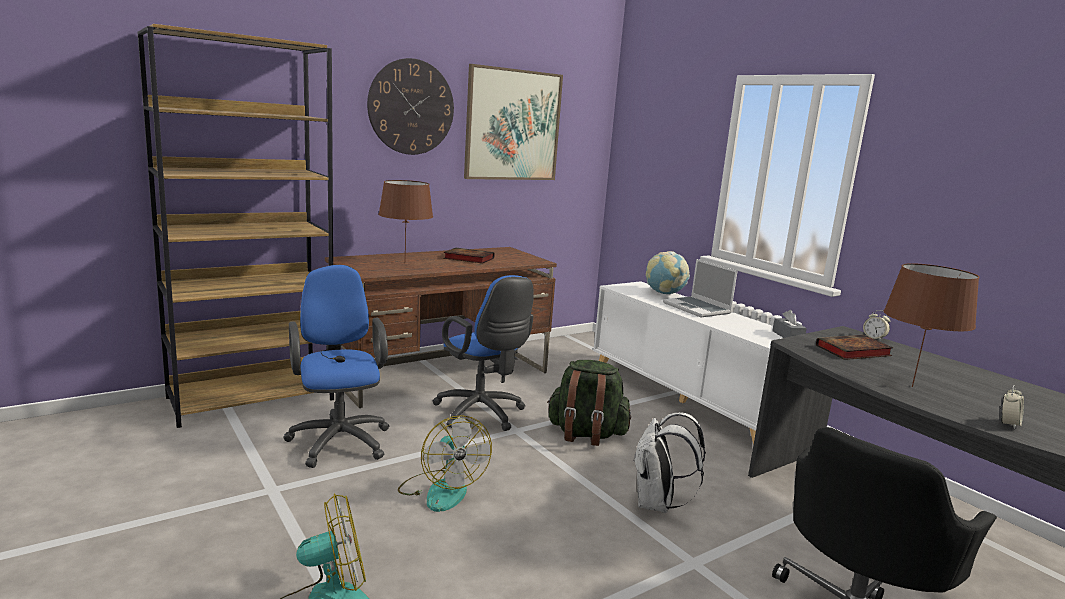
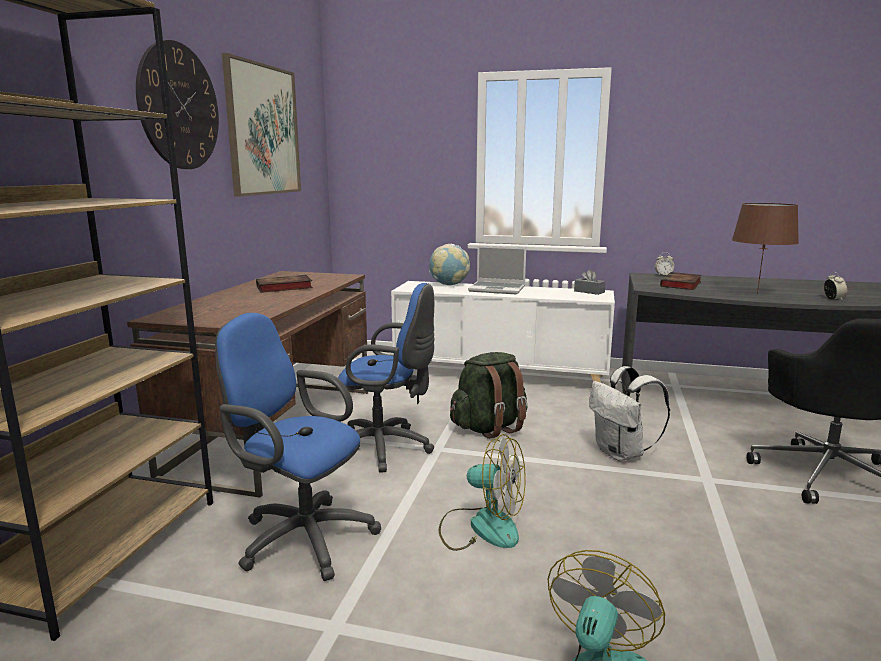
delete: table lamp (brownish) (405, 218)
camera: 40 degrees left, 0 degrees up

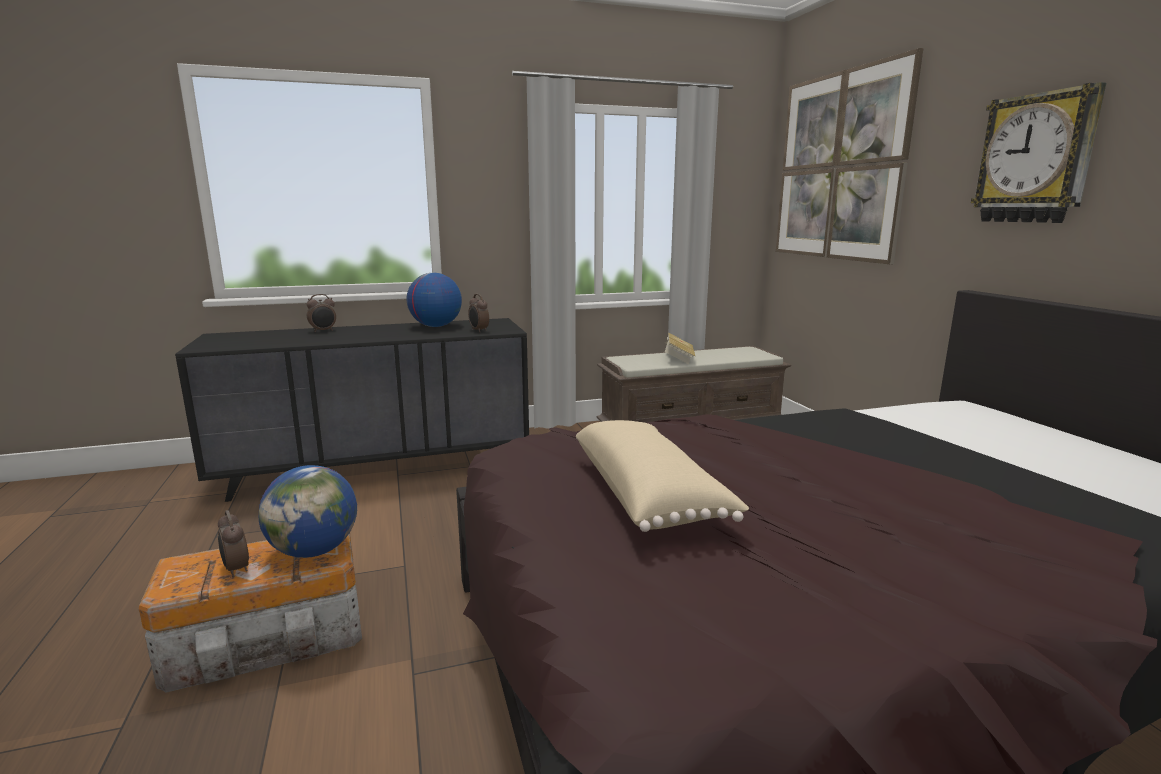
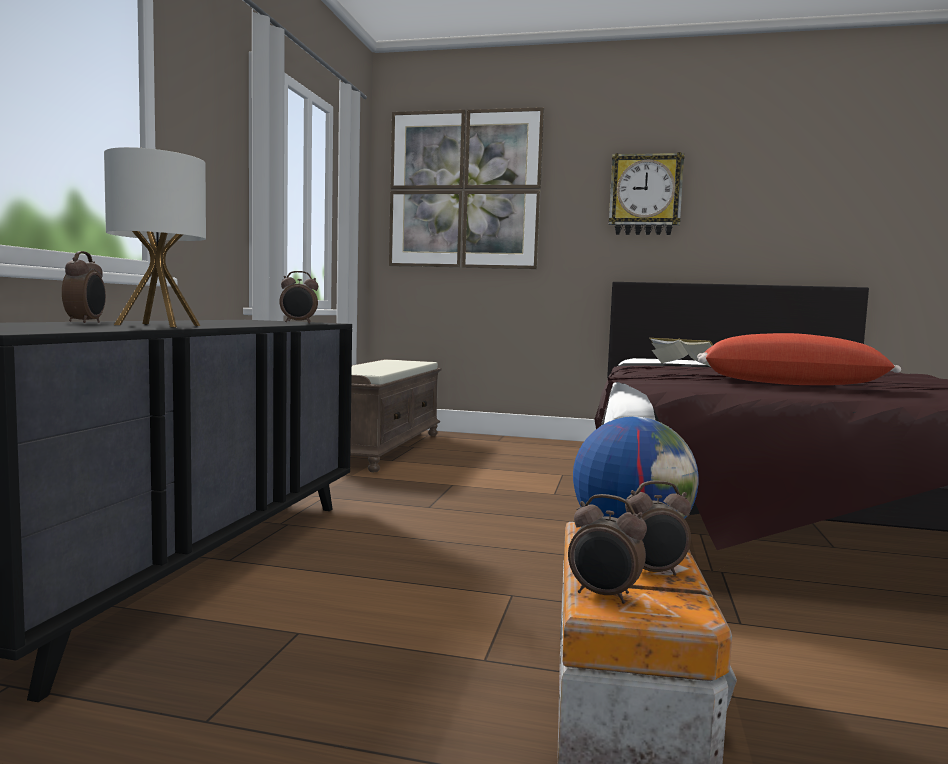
delete: world globe (434, 300)
insert: table lamp (155, 237); table clock (607, 549)
move: book (680, 348) to (681, 352)
recolor: pillow (beige-coloured) (662, 476) to pillow (red-coloured) (799, 359)
camera: 60 degrees left, 10 degrees down

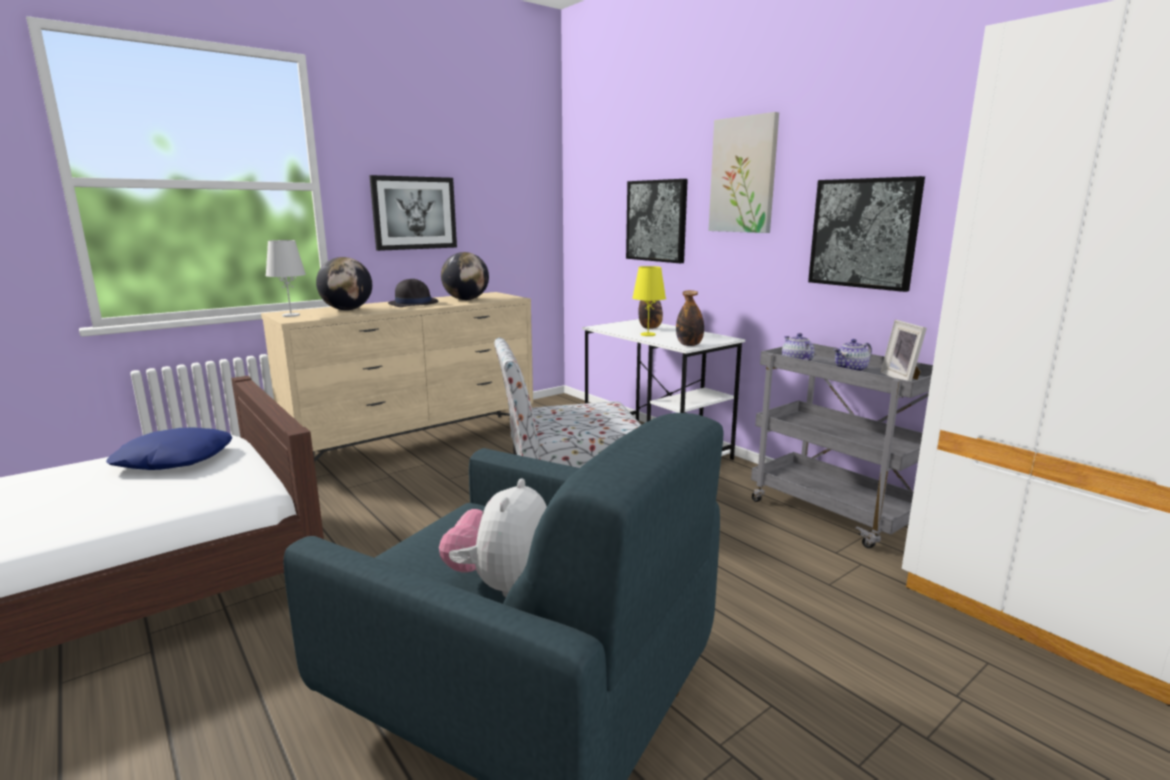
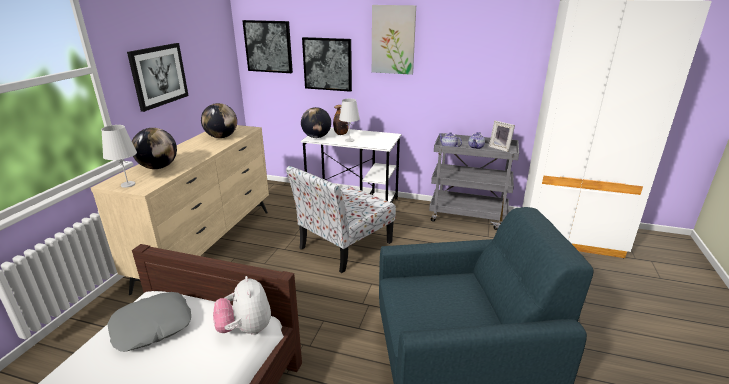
delete: wearable hat (black-coloured) (413, 293); bottle (690, 318)
insert: world globe (316, 122)
move: wall picture (866, 234) to (267, 46); soft toy (493, 538) to (242, 305)
recolor: table lamp (yellow-coloured) (649, 301) to table lamp (white) (349, 120); pillow (blue-coloured) (169, 449) to pillow (greyish) (149, 322)
camera: 35 degrees left, 10 degrees up

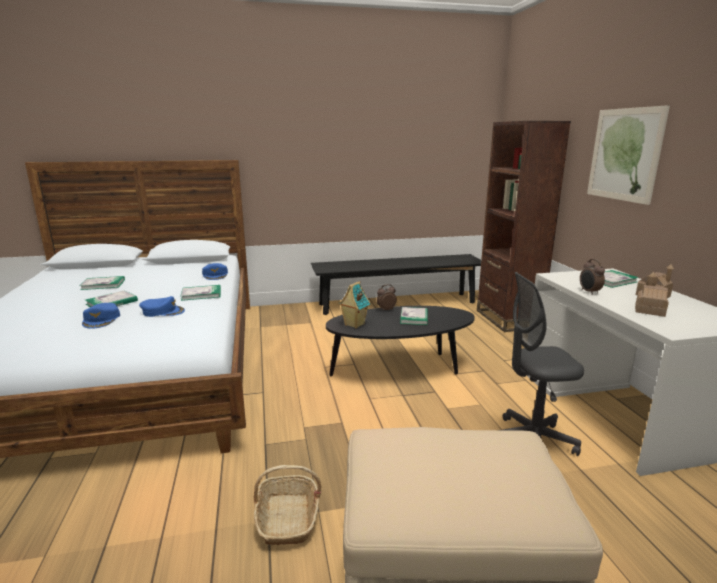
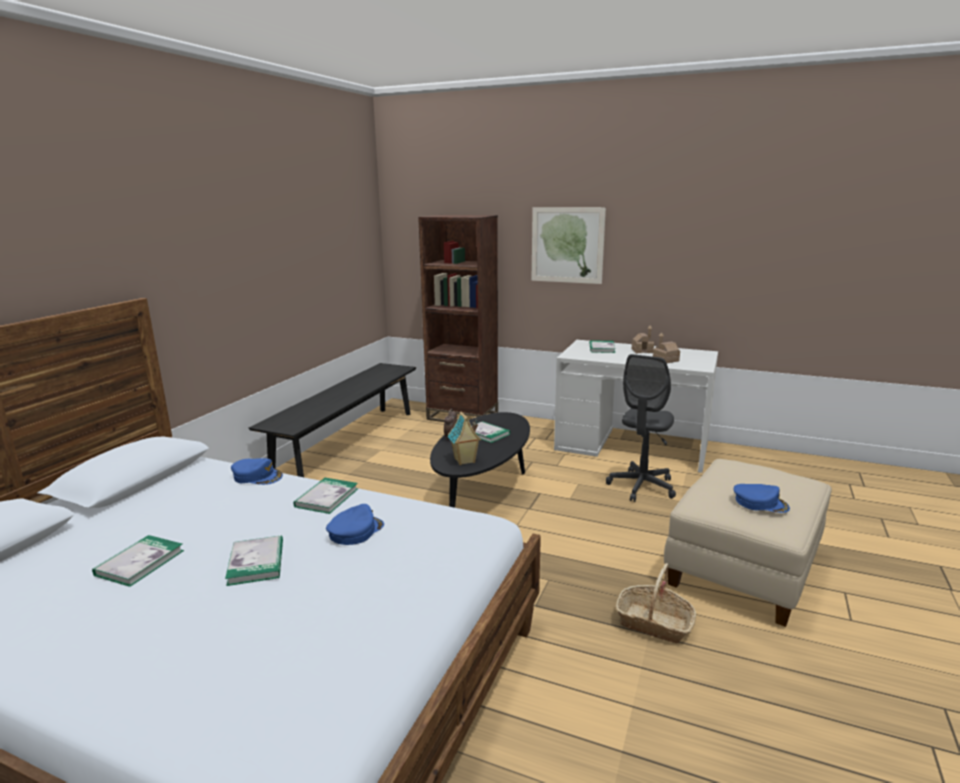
delete: table clock (592, 277)
move: cap (blue-coloured) (101, 316) to (762, 498)
camera: 55 degrees left, 0 degrees up

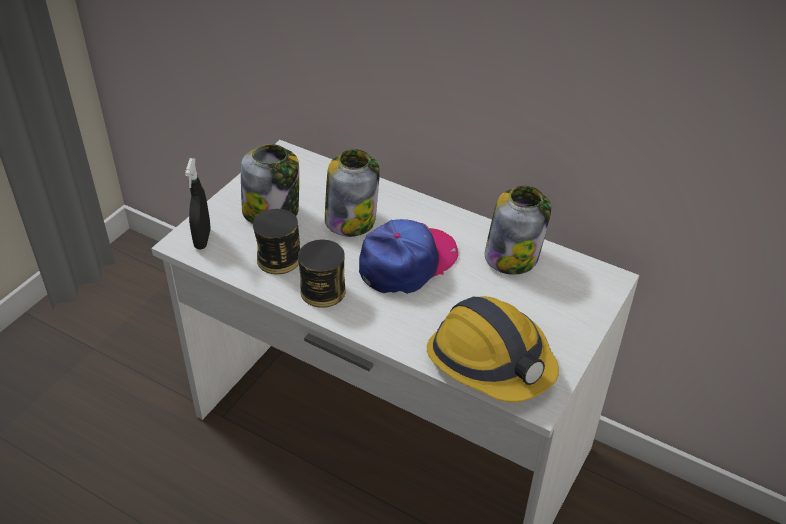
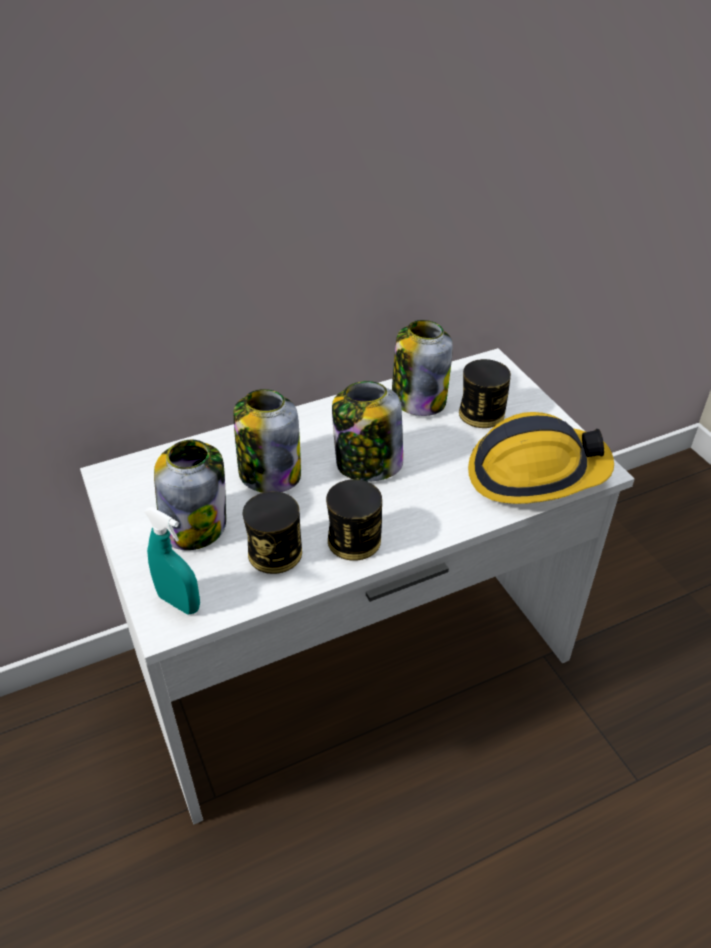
insert: metal can (485, 393)
replace: cap (408, 256) to preserve jar (367, 431)
recolor: spray bottle (black-coloured) (198, 203) to spray bottle (turquoise-coloured) (172, 561)
camera: 55 degrees left, 0 degrees up

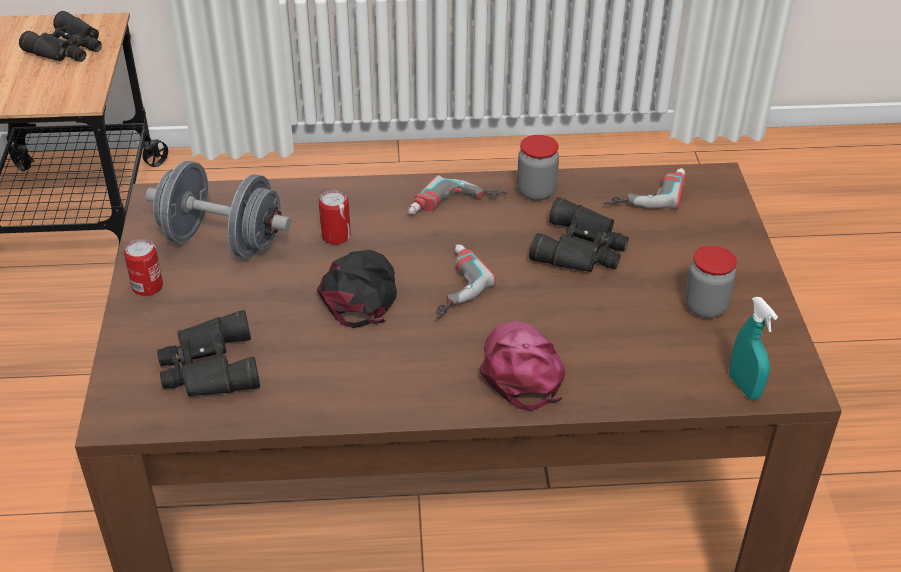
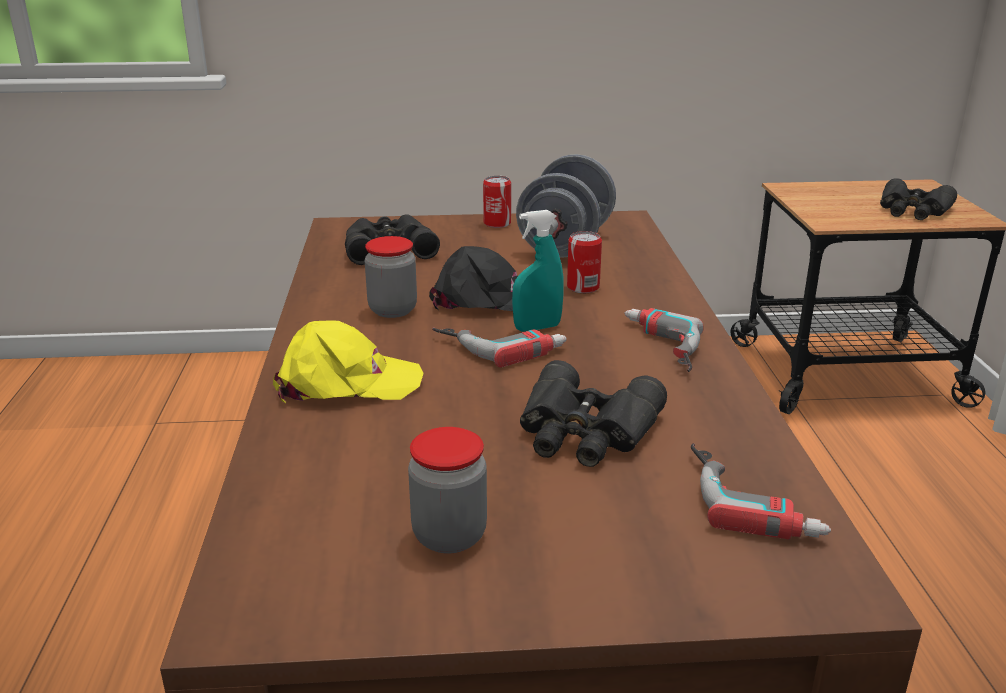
move: preserve jar (538, 168) to (391, 277); spray bottle (turquoise-coloured) (753, 348) to (538, 271)
recolor: cap (pinkish) (523, 366) to cap (yellow-coloured) (348, 361)
camera: 90 degrees right, 15 degrees down

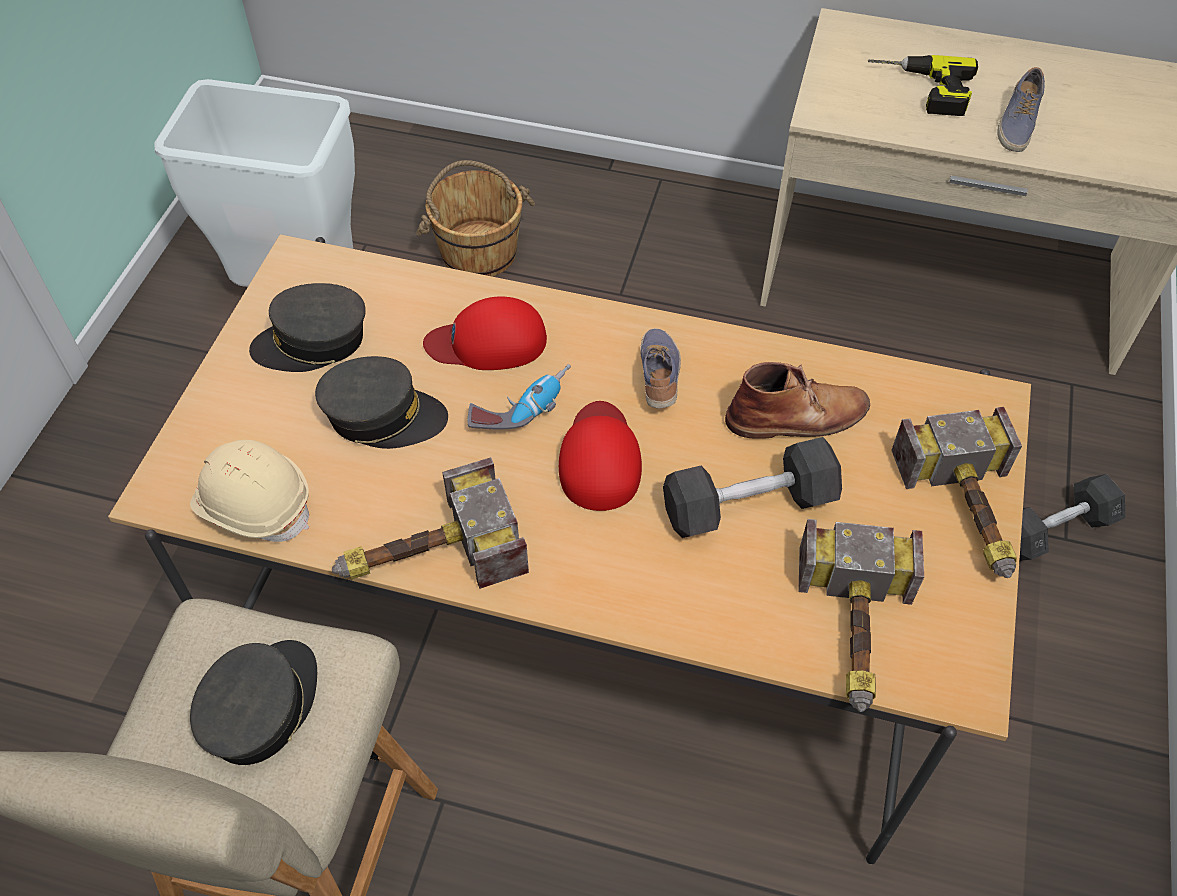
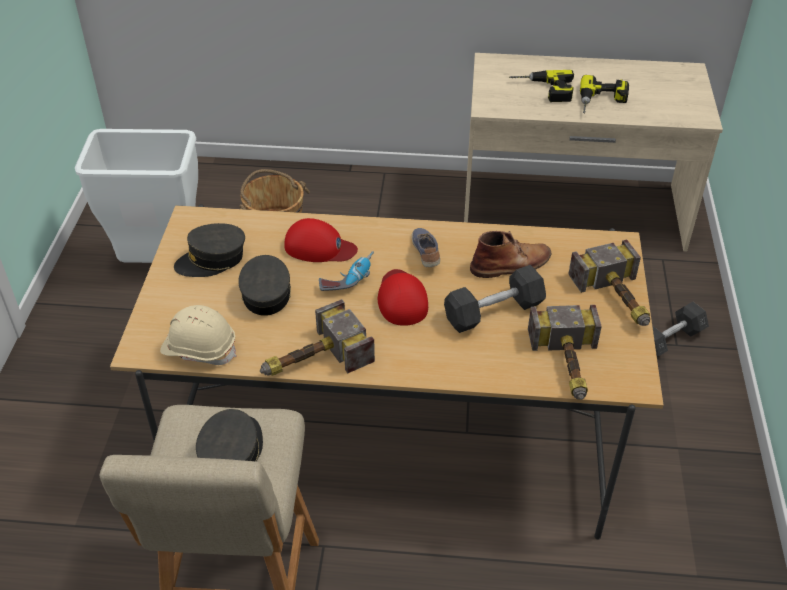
replace: item of footwear (1021, 109) to power drill (604, 94)
rotate: cap (red-coloured) (485, 333) = (321, 240) 150 degrees counterclockwise; cap (greyish) (381, 402) = (264, 285) 90 degrees counterclockwise
camera: 10 degrees left, 10 degrees down

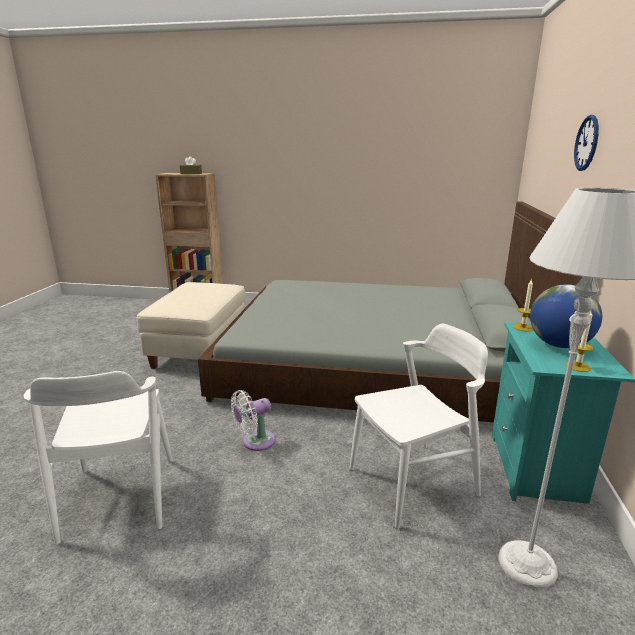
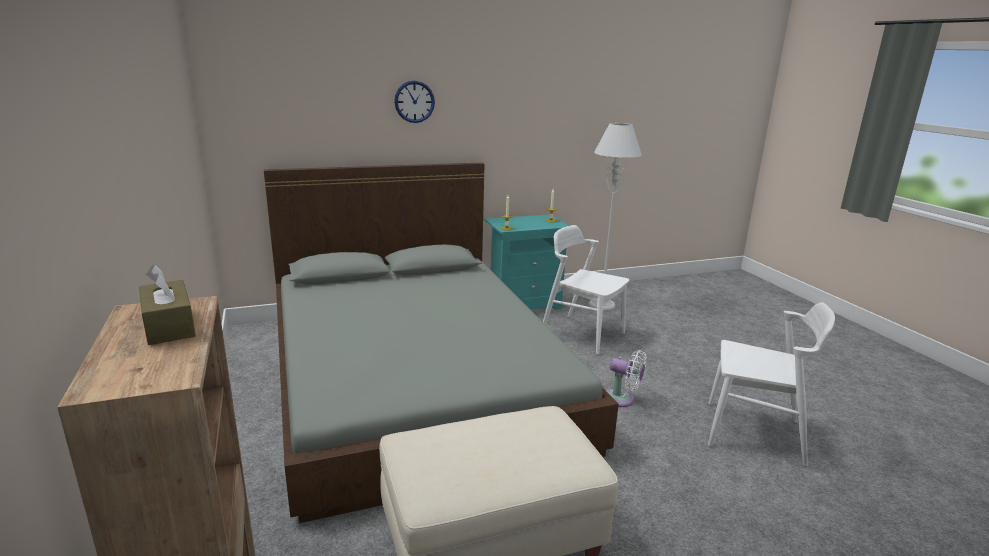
delete: world globe (566, 316)
rotate: chair (white) (98, 457) = (771, 384) 60 degrees clockwise
camera: 120 degrees left, 0 degrees up

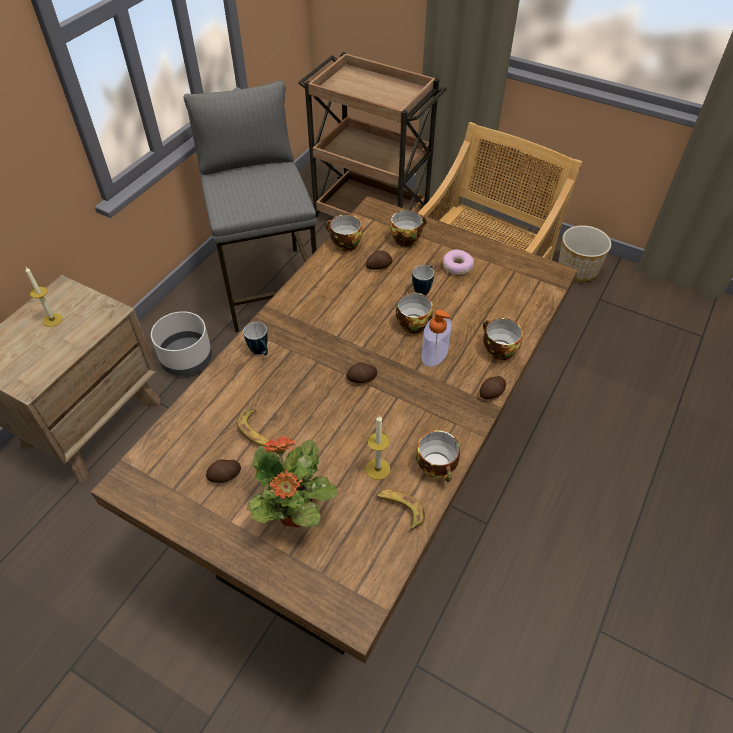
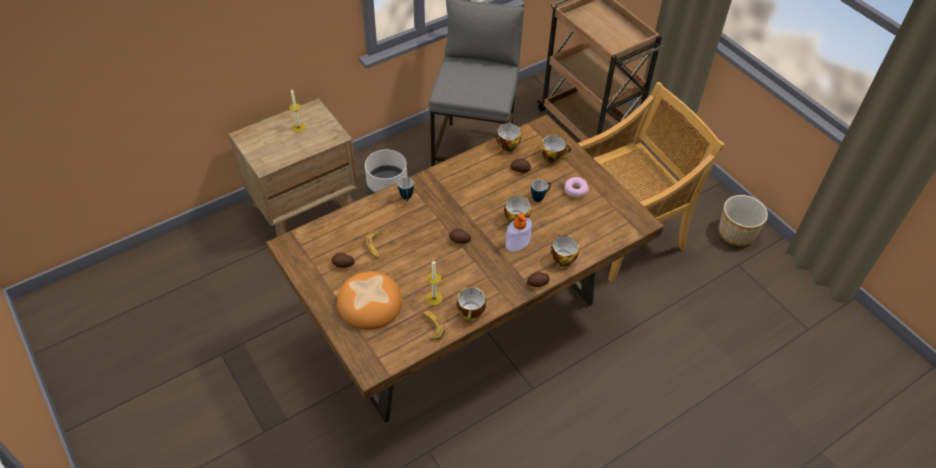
replace: plant in a pot (292, 481) to baked bread (369, 300)
camera: 25 degrees right, 0 degrees up

